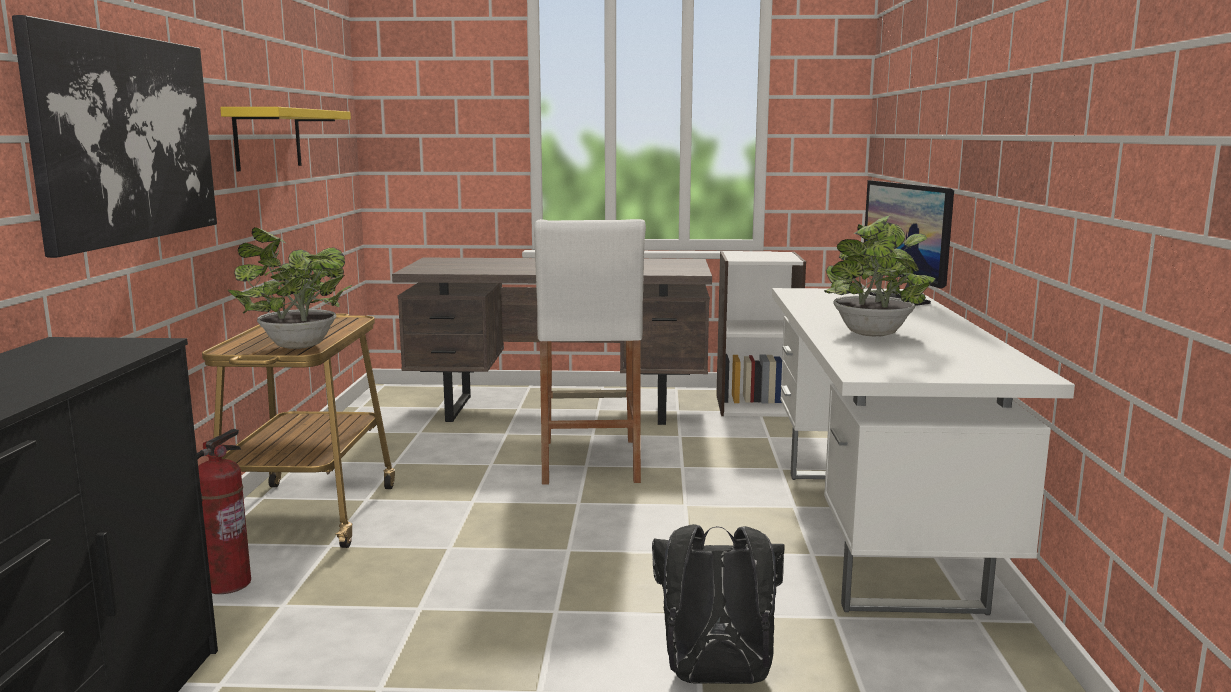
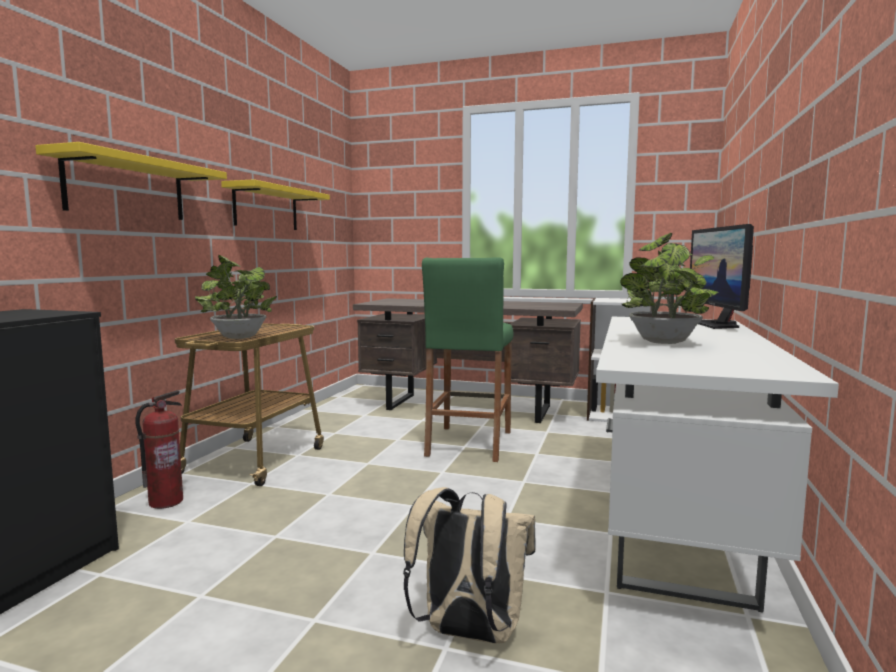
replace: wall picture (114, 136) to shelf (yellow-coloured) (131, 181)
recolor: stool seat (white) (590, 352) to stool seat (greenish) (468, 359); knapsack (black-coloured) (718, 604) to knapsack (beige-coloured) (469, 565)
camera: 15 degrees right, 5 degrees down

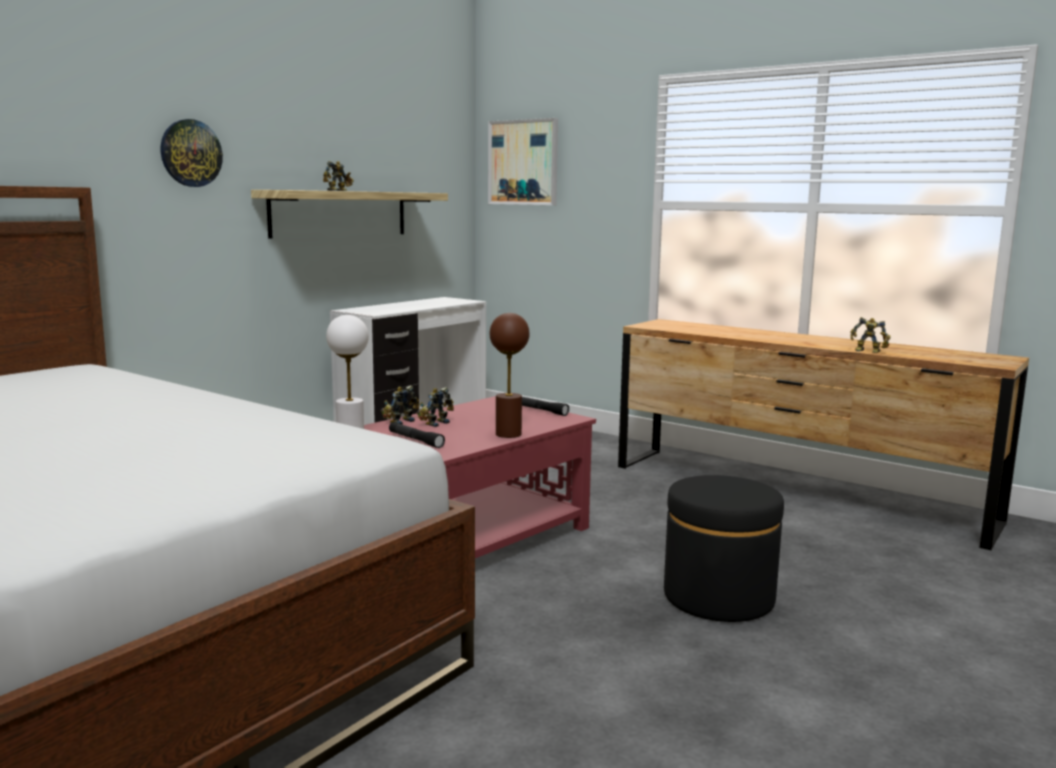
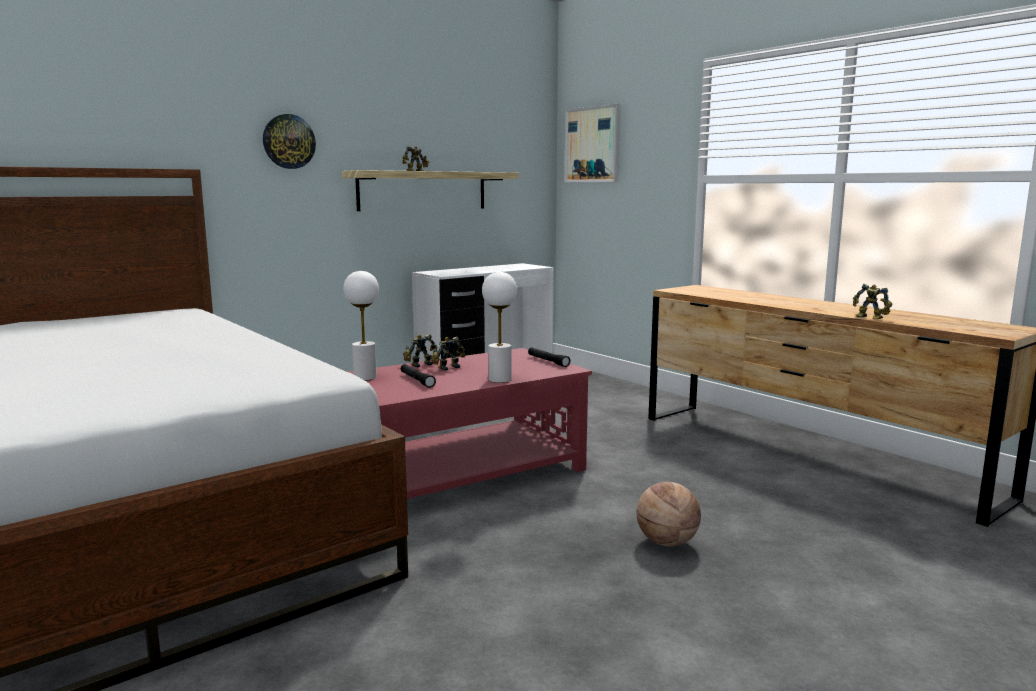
replace: pouffe (black-coloured) (724, 548) to basketball (668, 514)
recolor: table lamp (brownish) (510, 375) to table lamp (white) (499, 327)
camera: 15 degrees right, 0 degrees up

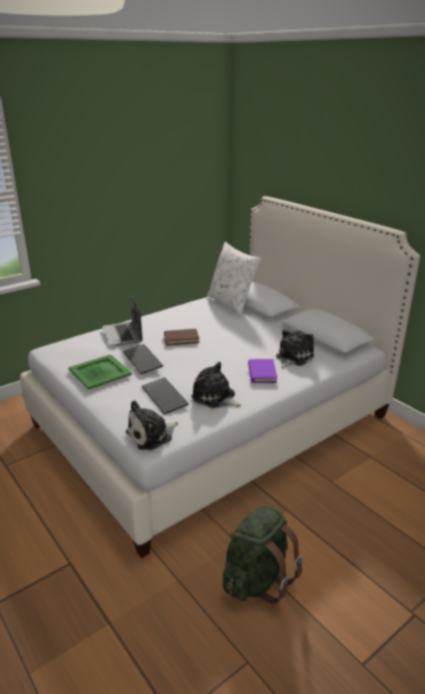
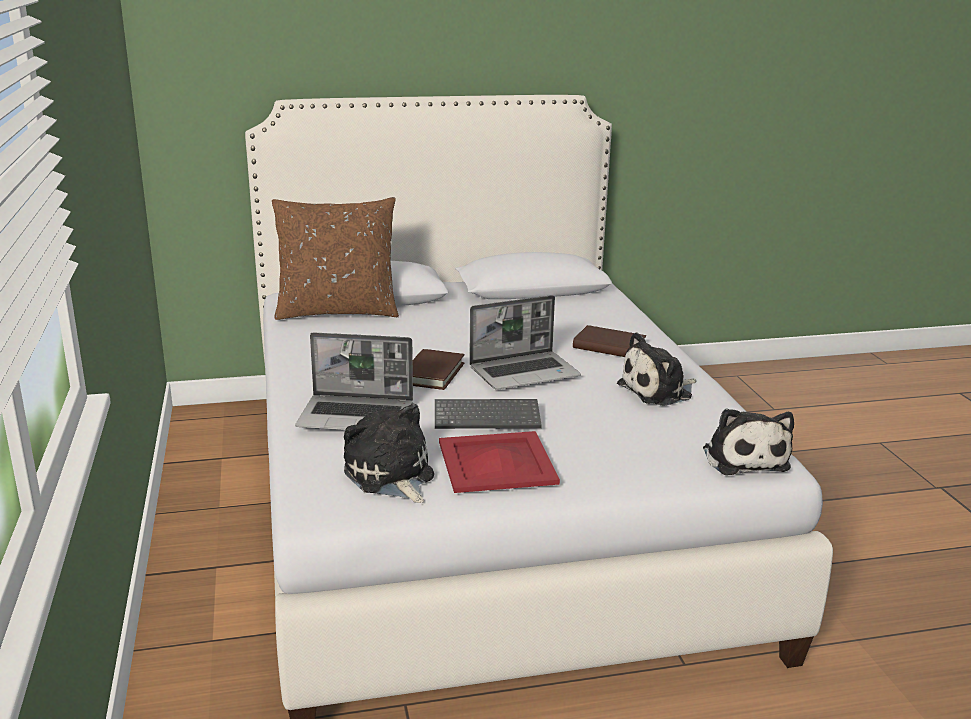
delete: PC keyboard (165, 396); knapsack (greenish) (262, 555)
insert: laptop (525, 342)
move: soft toy (295, 349) to (389, 453)
recolor: pillow (white) (234, 279) to pillow (brownish) (335, 258); tray (greenish) (100, 372) to tray (red-coloured) (499, 462); book (purple-coloured) (262, 371) to book (brownish) (609, 341)
camera: 65 degrees left, 5 degrees down

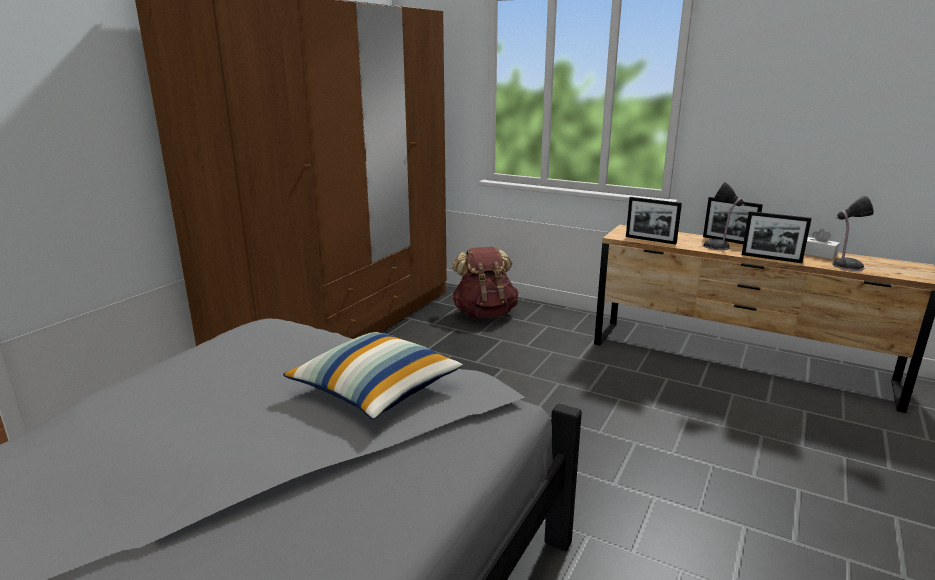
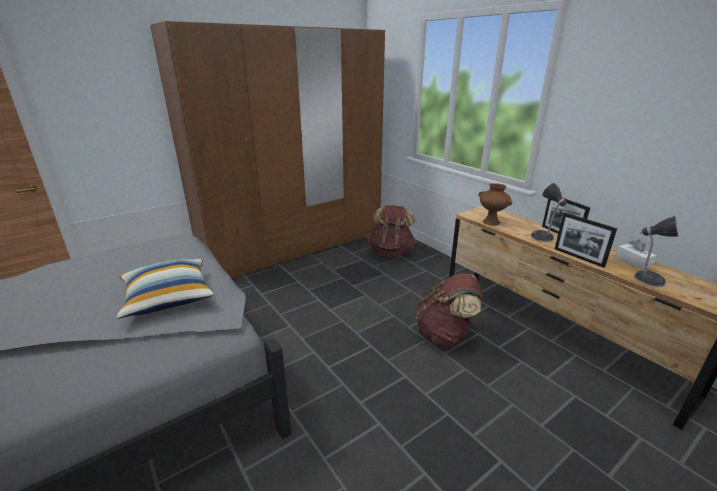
insert: knapsack (brownish) (449, 309)
replace: standing frame (654, 221) to vase (brownish) (495, 204)
camera: 25 degrees right, 5 degrees up

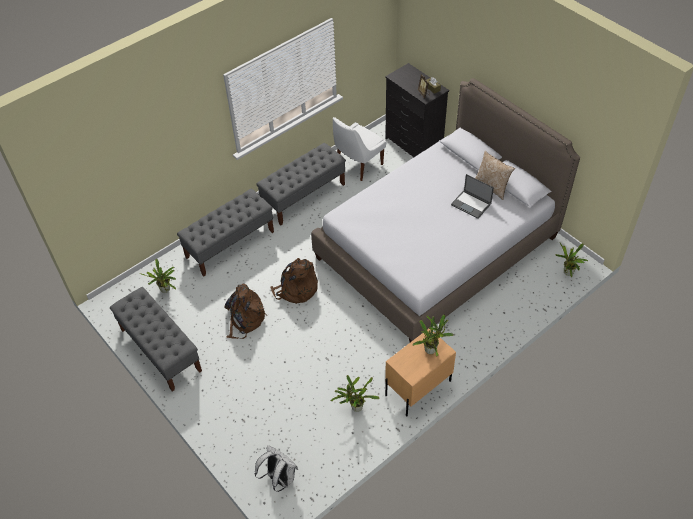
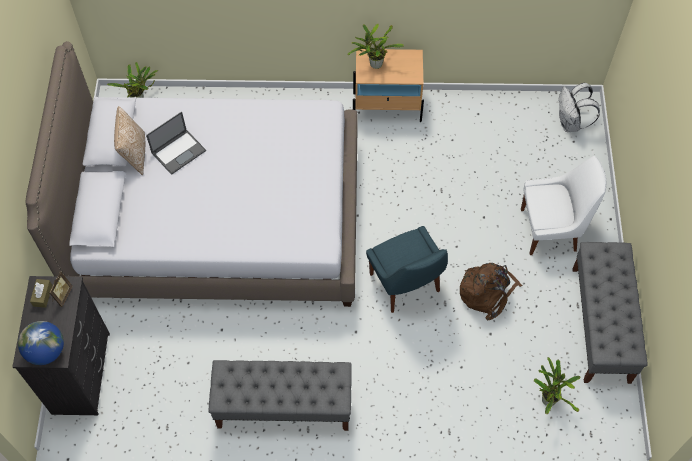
delete: long seat (greyish) (225, 233); plant in a pot (355, 393)
insert: world globe (41, 343)
move: chair (white) (359, 149) to (563, 205)
replace: knapsack (brownish) (294, 281) to chair (blue-coloured) (407, 269)
rotate: laptop (472, 196) = (176, 143) 60 degrees clockwise
camera: 140 degrees left, 10 degrees up

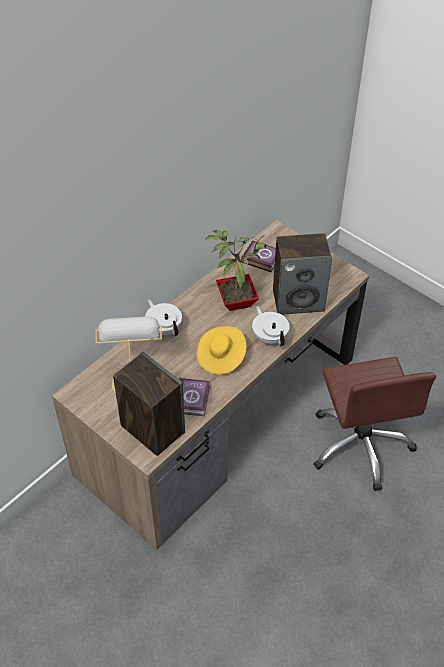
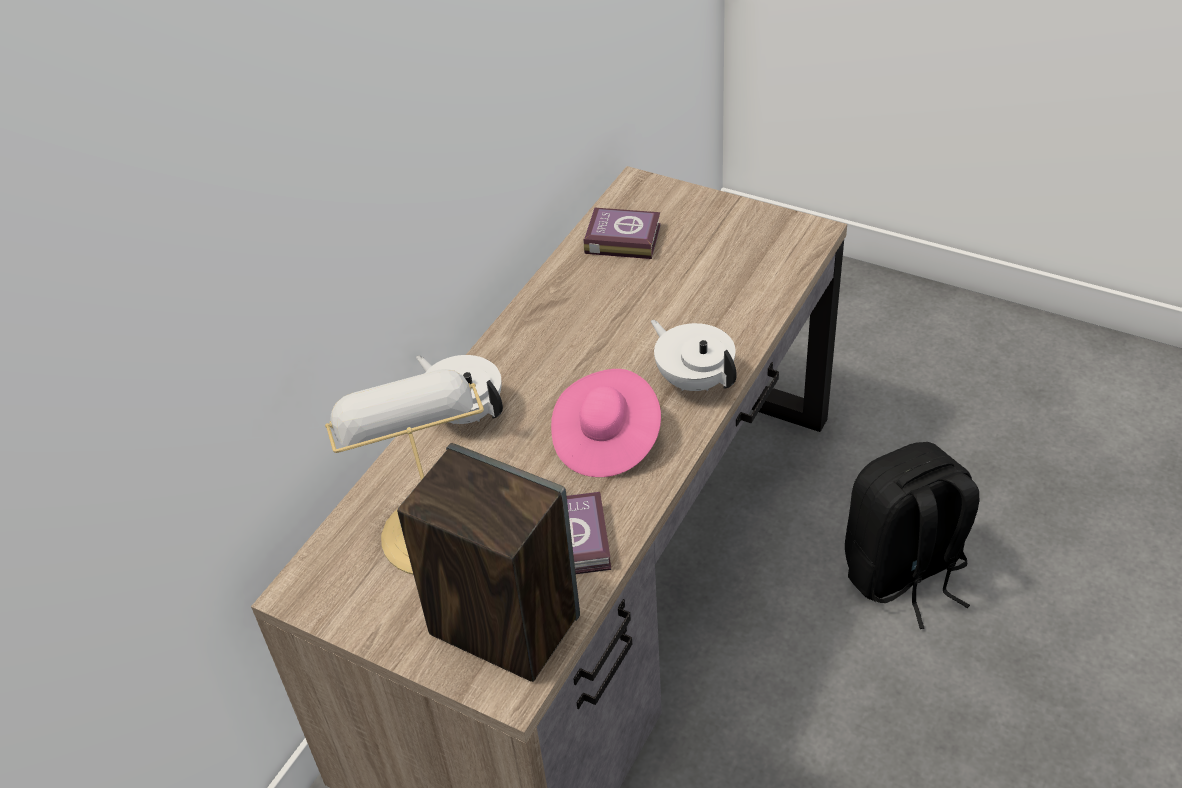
delete: plant in a pot (235, 270); speaker (302, 274)
replace: computer chair (brownish) (375, 424) to knapsack (black-coloured) (912, 535)
recolor: wearable hat (yellow-coloured) (222, 350) to wearable hat (pinkish) (606, 423)
camera: 10 degrees left, 5 degrees down

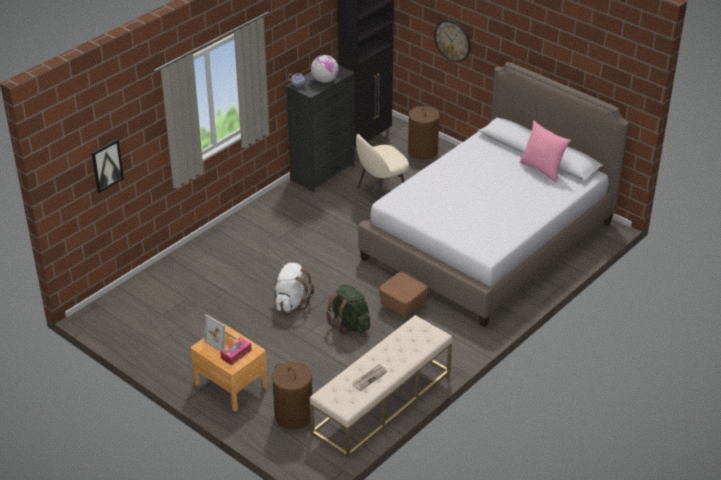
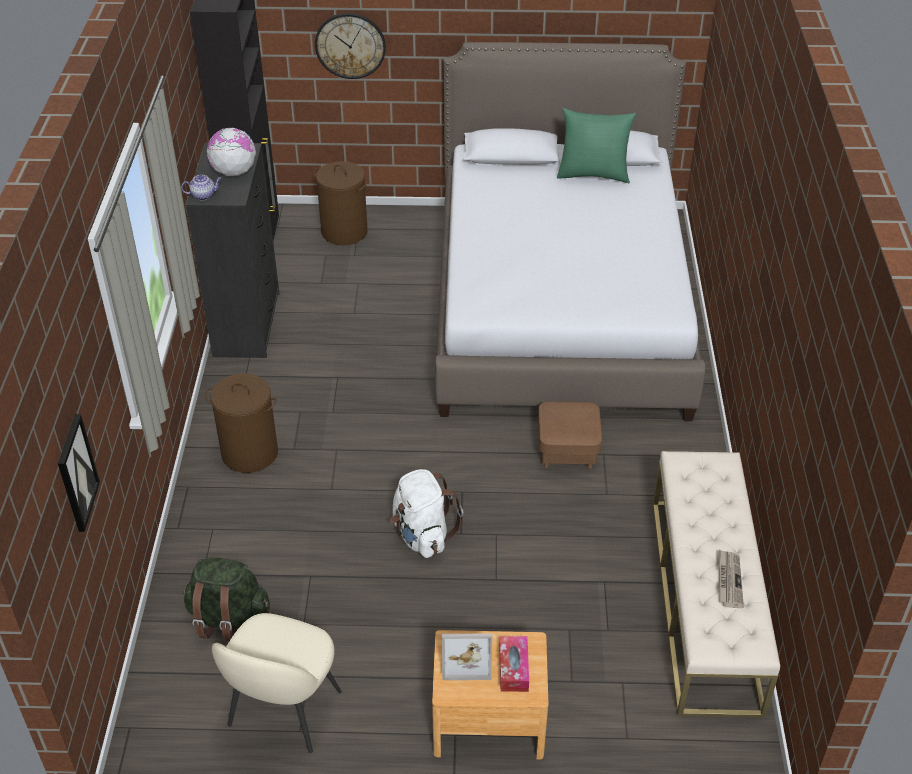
move: chair (beige-coloured) (382, 166) to (277, 683); knapsack (greenish) (348, 309) to (226, 599); laundry basket (brownish) (292, 396) to (241, 423)
recolor: pillow (pinkish) (545, 151) to pillow (greenish) (596, 145)
camera: 40 degrees left, 5 degrees up

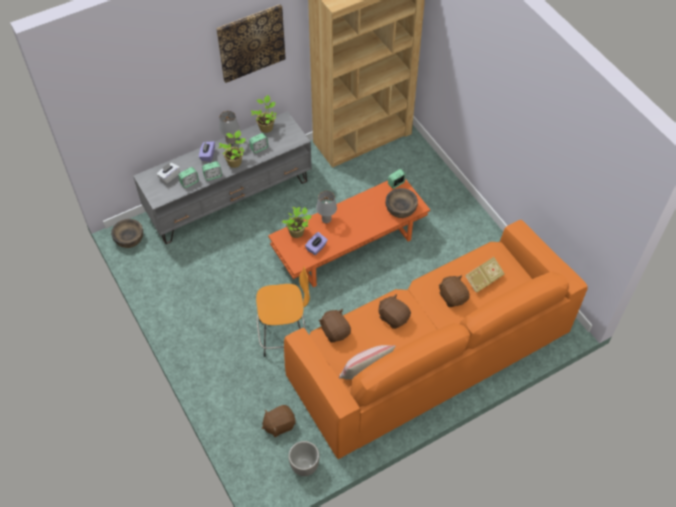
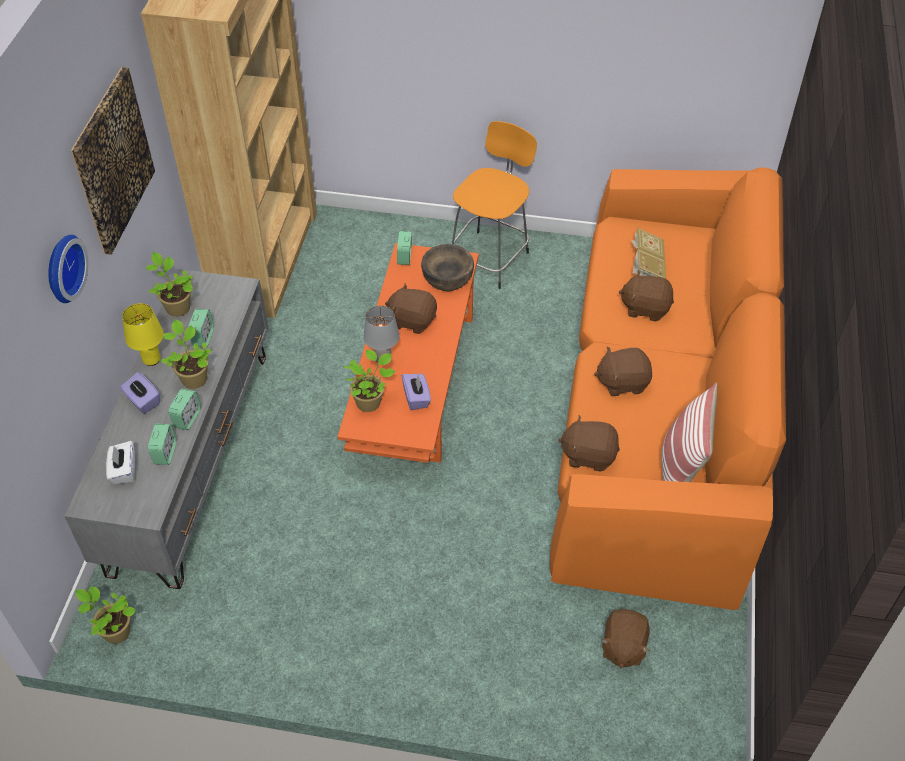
delete: plant pot (304, 458)
insert: wall clock (68, 268); soft toy (brownish) (411, 308)
move: stool seat (orange-coloured) (283, 311) to (494, 205)
replace: deep dish (brownish) (127, 233) to plant in a pot (105, 615)
recolor: table lamp (greyish) (229, 128) to table lamp (yellow-coloured) (143, 334)
camera: 50 degrees left, 5 degrees down

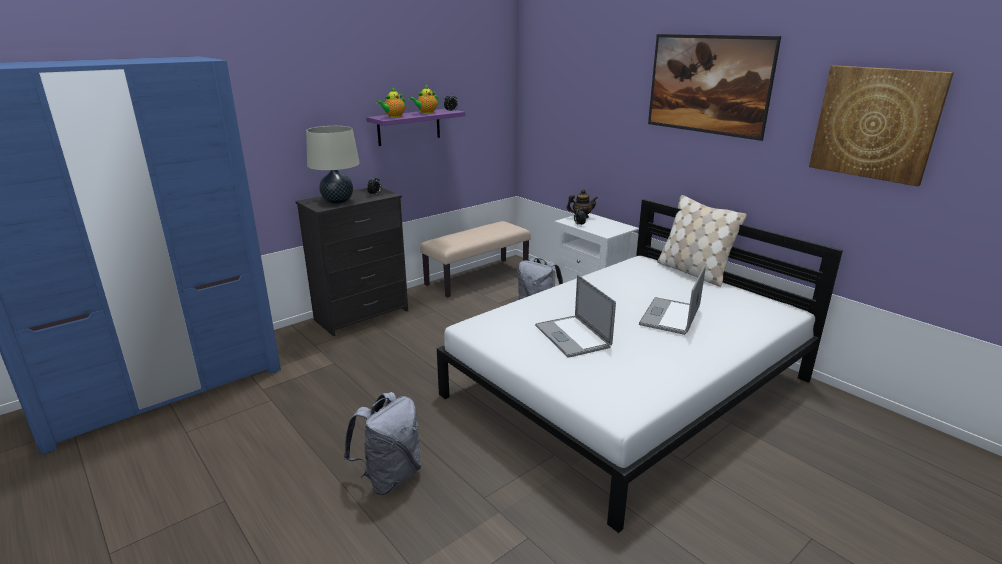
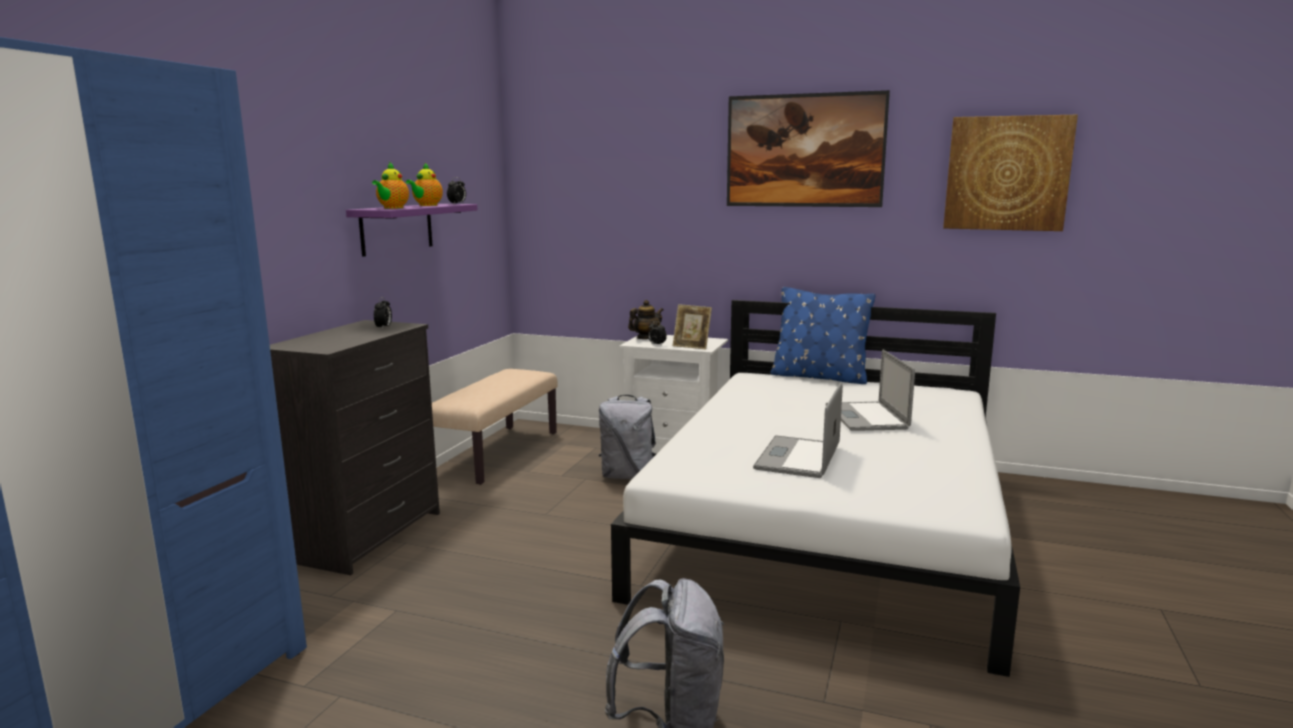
delete: table lamp (beige-coloured) (333, 165)
insert: standing frame (692, 326)
recolor: pillow (beige-coloured) (702, 241) to pillow (blue-coloured) (822, 335)
rotate: laptop (575, 316) = (798, 430) 75 degrees clockwise
camera: 30 degrees left, 10 degrees down

